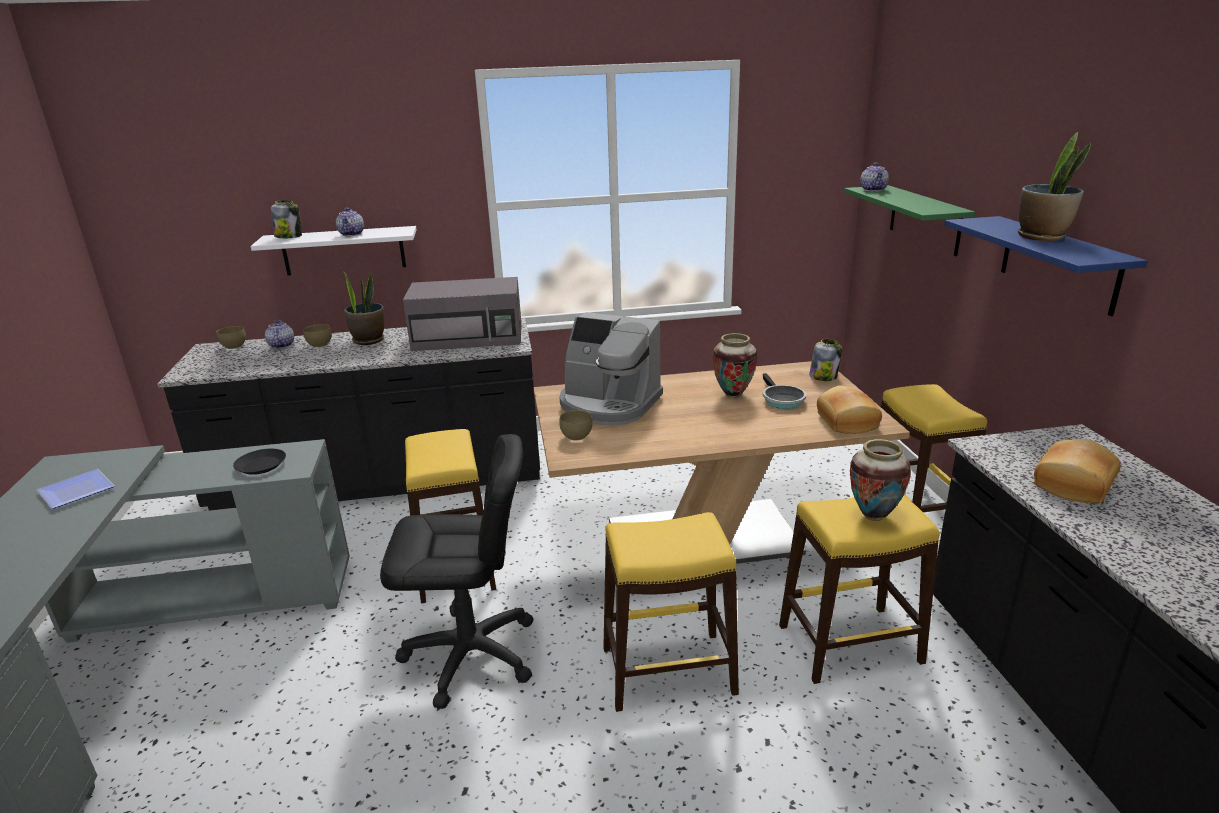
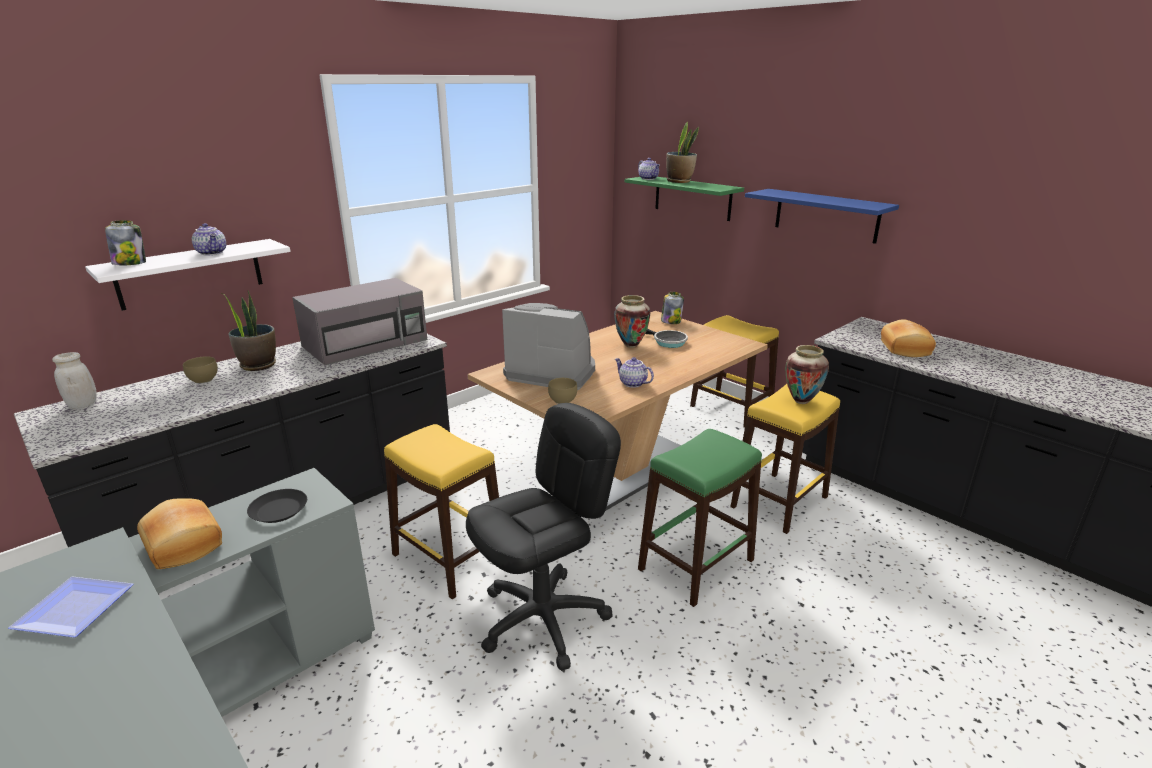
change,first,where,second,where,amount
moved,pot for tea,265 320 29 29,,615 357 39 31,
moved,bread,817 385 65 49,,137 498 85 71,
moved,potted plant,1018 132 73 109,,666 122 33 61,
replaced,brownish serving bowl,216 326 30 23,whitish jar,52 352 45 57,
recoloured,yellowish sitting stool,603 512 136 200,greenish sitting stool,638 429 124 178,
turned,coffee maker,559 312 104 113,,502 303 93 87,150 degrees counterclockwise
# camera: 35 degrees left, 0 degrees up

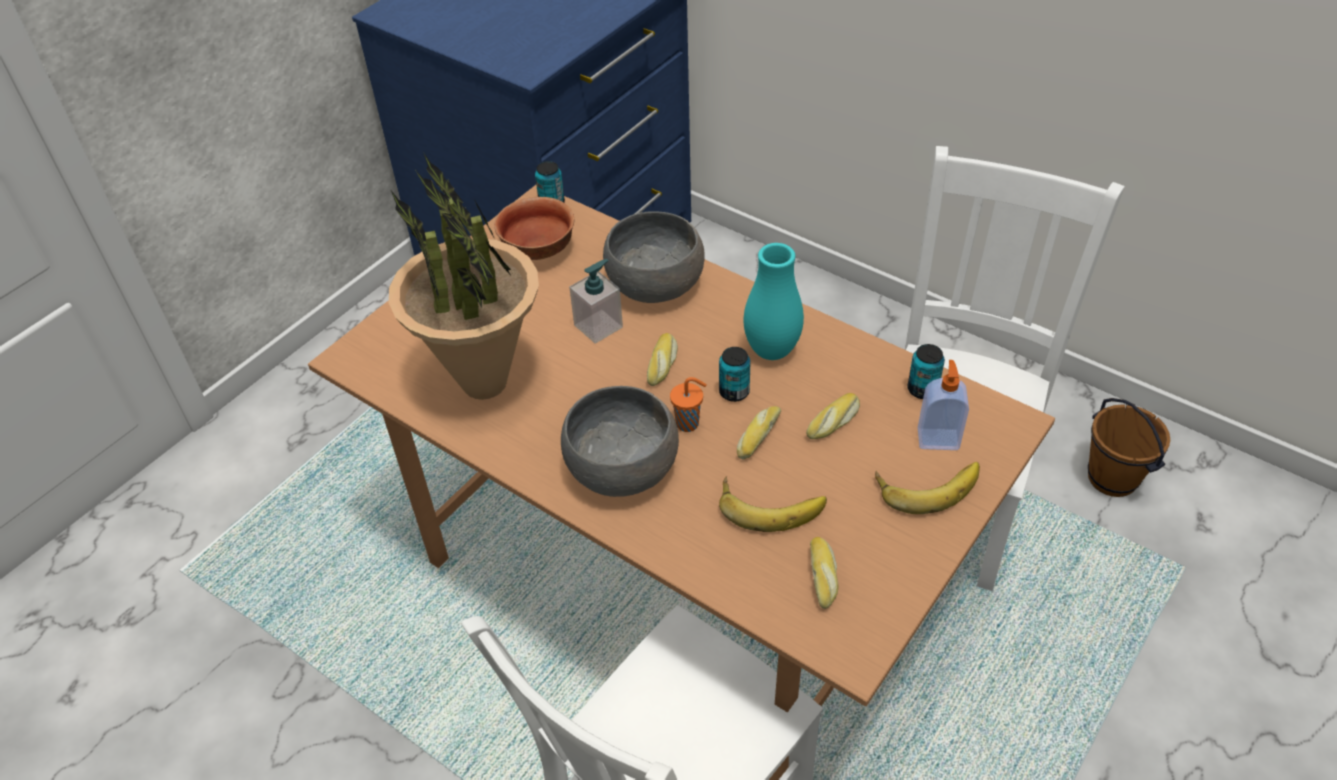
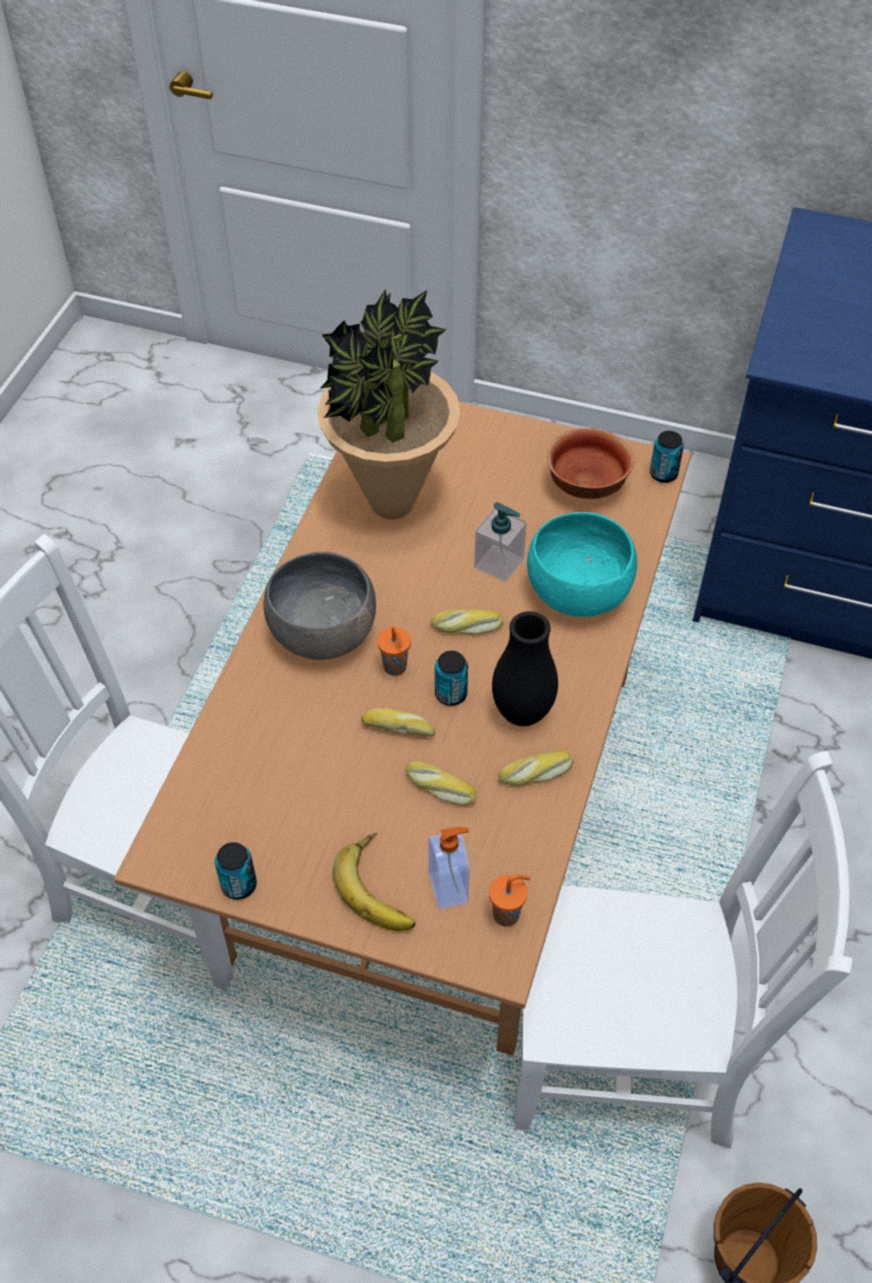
change,first,where,second,where,amount
removed,banana fruit,719 476 108 56,,,
added,,,orangey drinking cup,489 875 41 52,
moved,bread,810 537 28 72,,498 750 76 36,
moved,sealed can,907 344 38 55,,215 842 42 58,
recoloured,greyish serving bowl,603 212 102 91,turquoise serving bowl,527 512 110 105,
recoloured,turquoise vase,744 243 60 117,black-coloured vase,492 611 66 115,
# camera: 70 degrees right, 5 degrees up

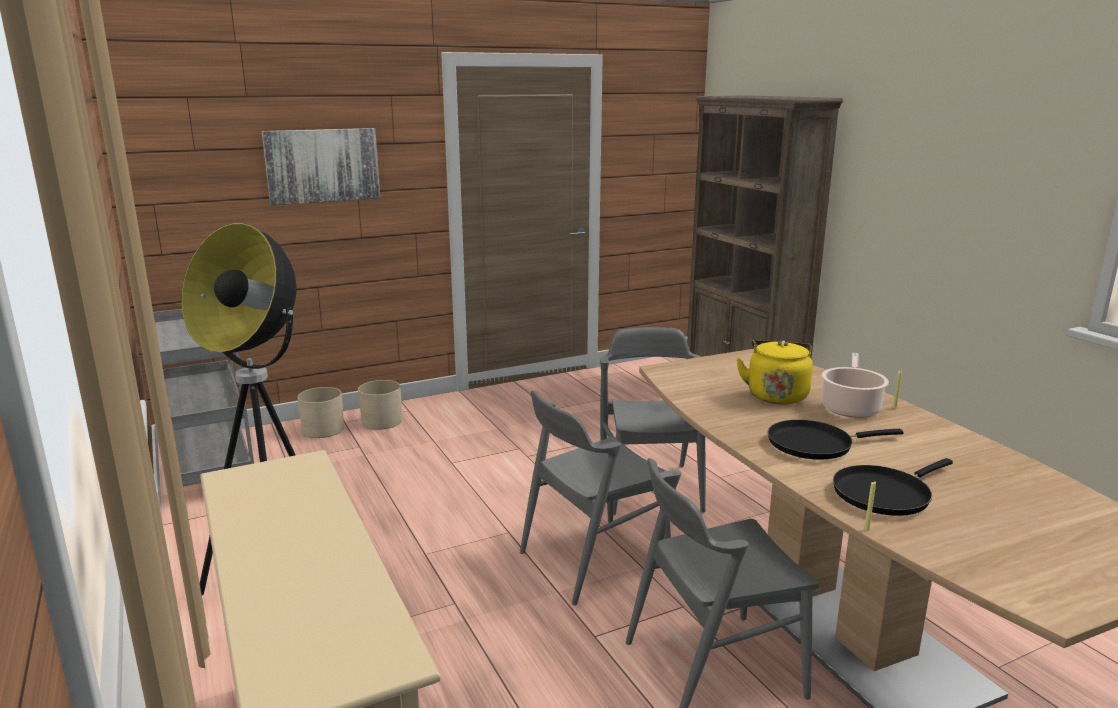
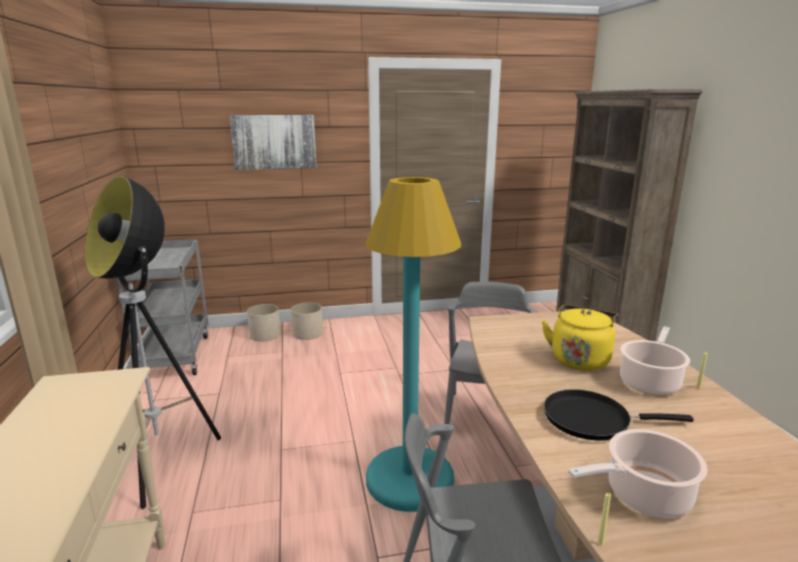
change,first,where,second,where,amount
replaced,greyish upright chair,520 391 151 214,turquoise standing lamp,366 177 95 335,
replaced,black-coloured skillet,833 458 120 58,saucepot,568 429 140 89,
# camera: 15 degrees right, 0 degrees up

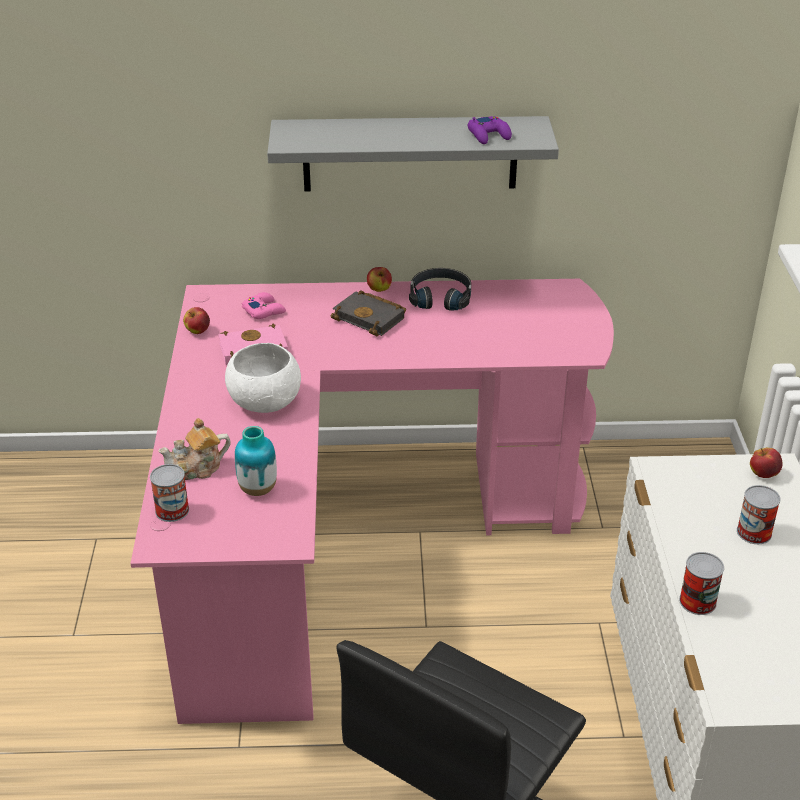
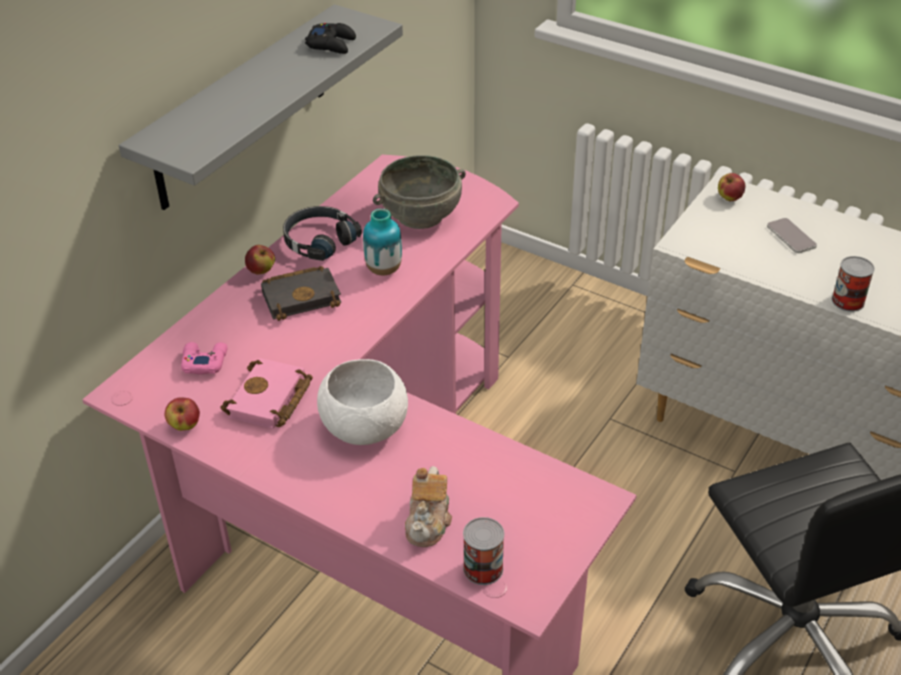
change,first,where,second,where,amount
added,,,greyish serving bowl,373 155 93 74,
moved,vase,235 426 42 70,,363 209 39 66,
replaced,sealed can,737 485 44 59,handset,767 218 50 35,
recoloured,purple-coloured game controller,468 116 44 28,black-coloured game controller,305 23 51 31,
# camera: 55 degrees left, 5 degrees up

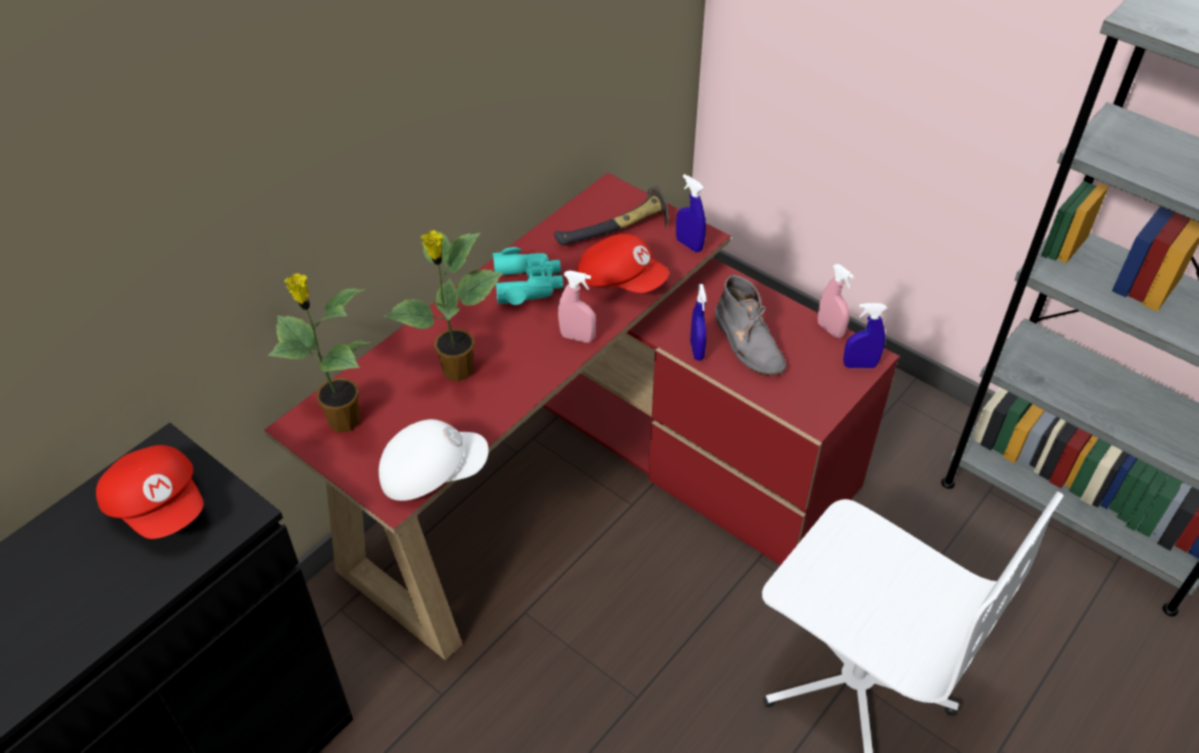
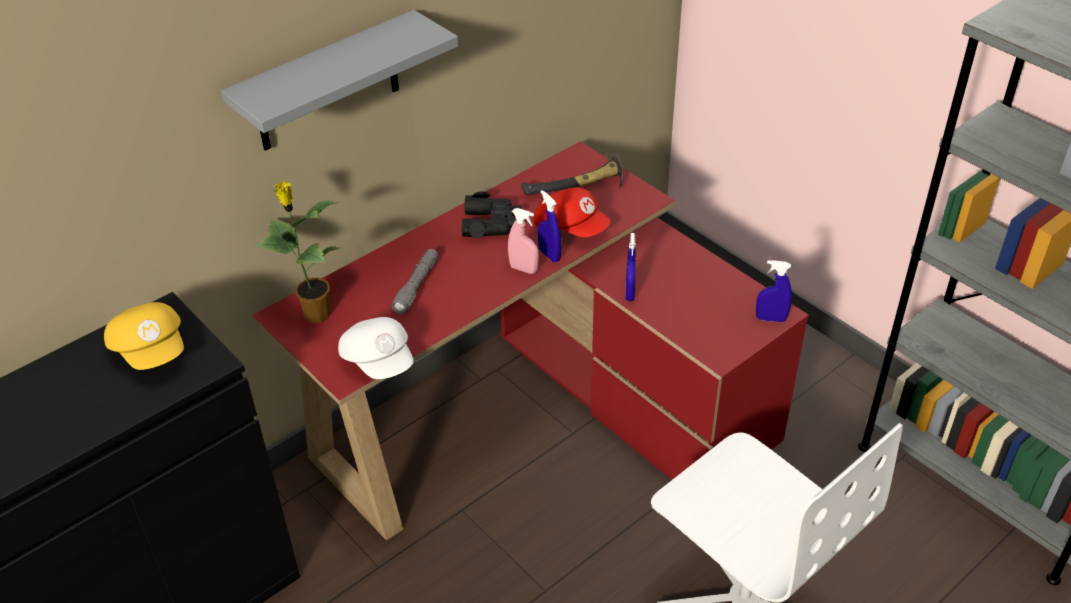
change,first,where,second,where,amount
removed,greyish boot,715 275 71 101,,,
removed,pink-coloured hand sprayer,818 264 37 74,,,
added,,,greyish shelf,221 10 237 141,
moved,blue hand sprayer,676 174 30 78,,538 190 23 72,
replaced,potted plant,384 230 119 152,greyish hand torch,391 249 47 65,
recoloured,red peaked cap,96 445 108 94,yellowish peaked cap,104 302 80 68,
recoloured,turquoise field glasses,493 247 70 58,black-coloured field glasses,461 191 60 47,
turned,whitish peaked cap,379 419 110 82,,338 317 76 62,60 degrees clockwise
# camera: 10 degrees right, 5 degrees down

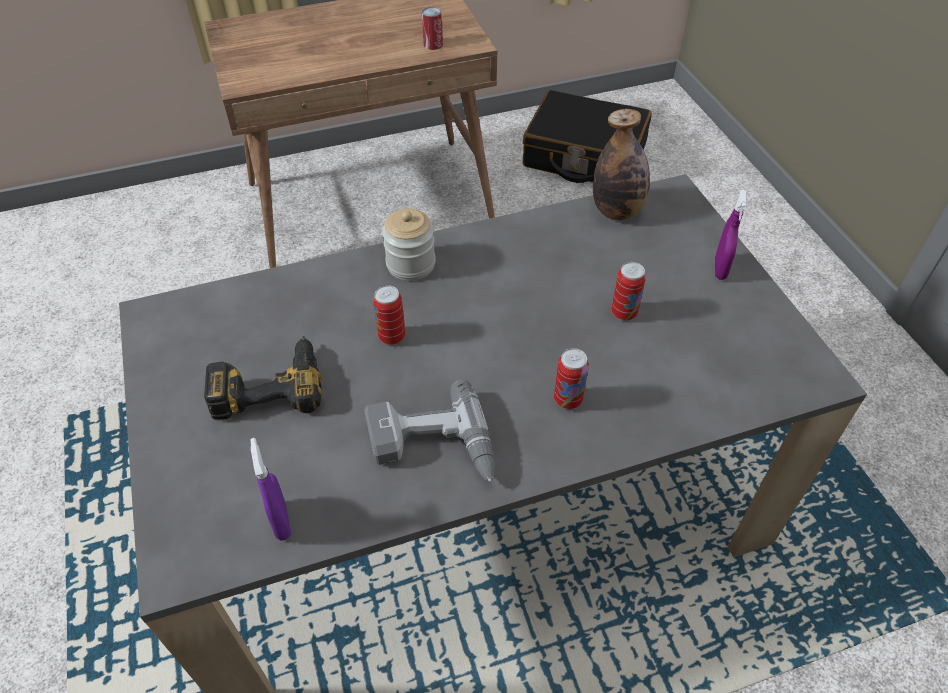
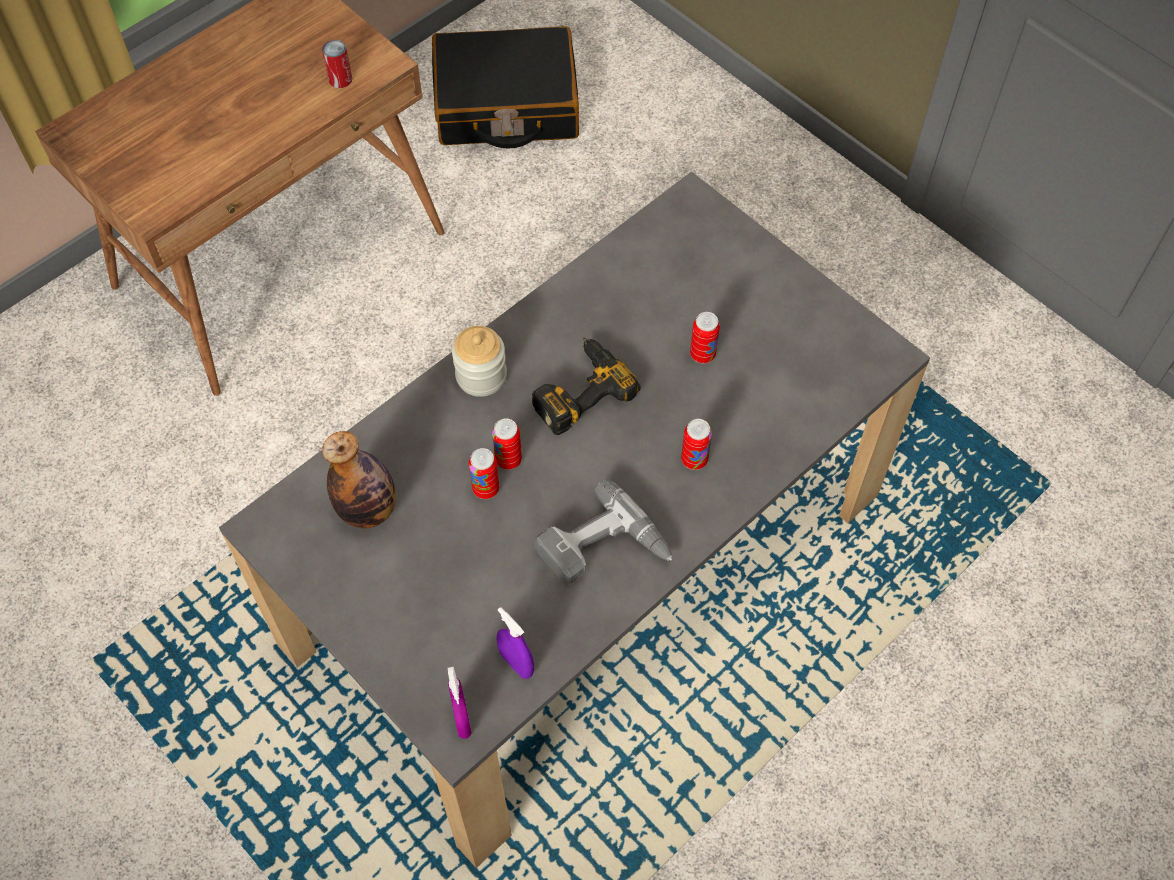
change,first,where,second,where,amount
added,,,sealed can,469 448 30 51,
moved,electric drill,204 336 118 84,,532 337 108 98,
moved,drink bottle,593 109 57 111,,322 431 74 98,
moved,purple-coloured hand sprayer,715 190 32 90,,448 667 24 72,
# camera: 25 degrees left, 10 degrees up

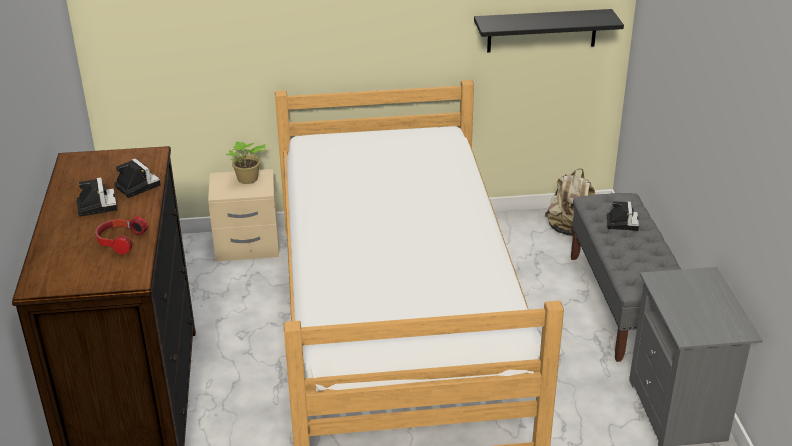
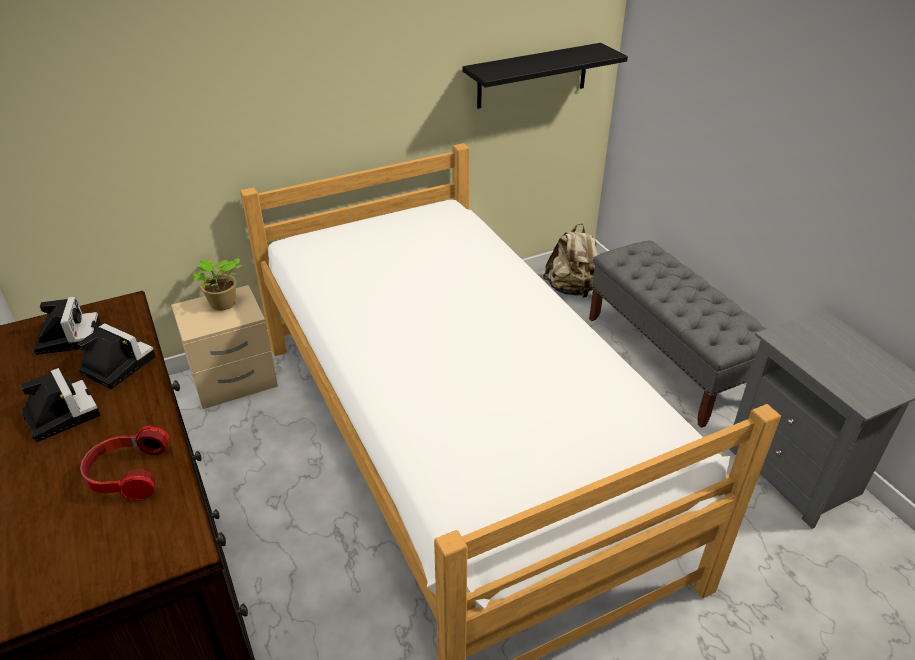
change,first,where,second,where,amount
moved,photo camera,606 201 33 30,,34 297 66 58,
# camera: 20 degrees left, 5 degrees up

